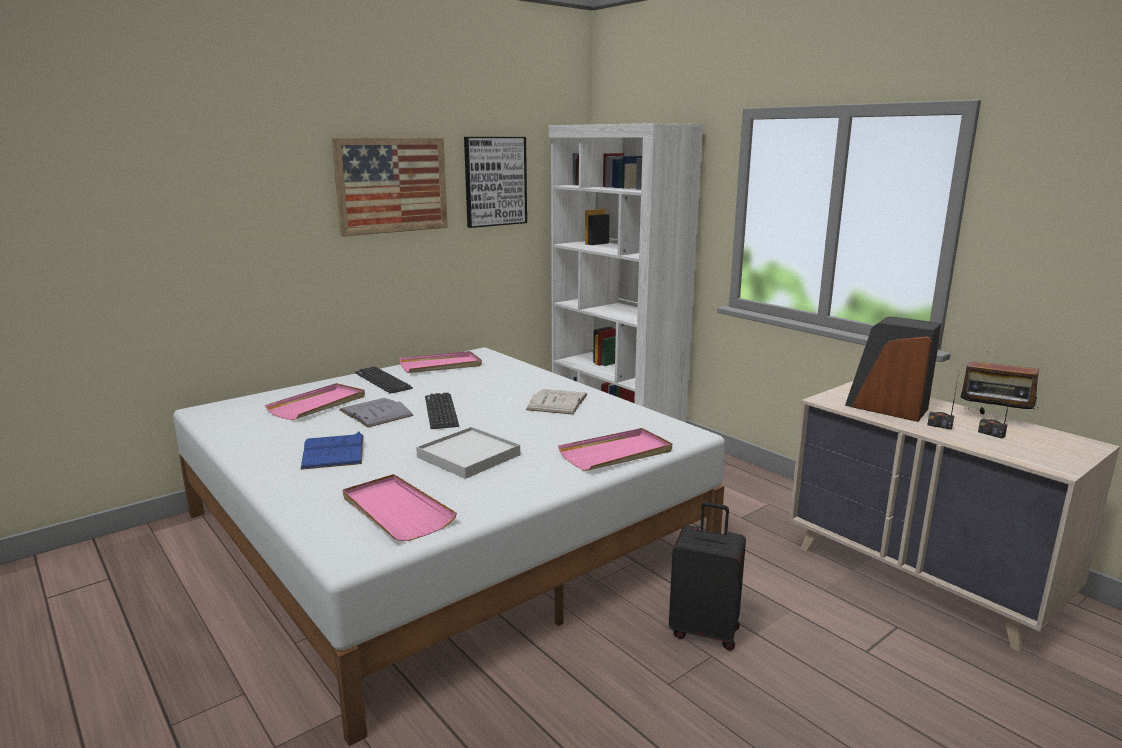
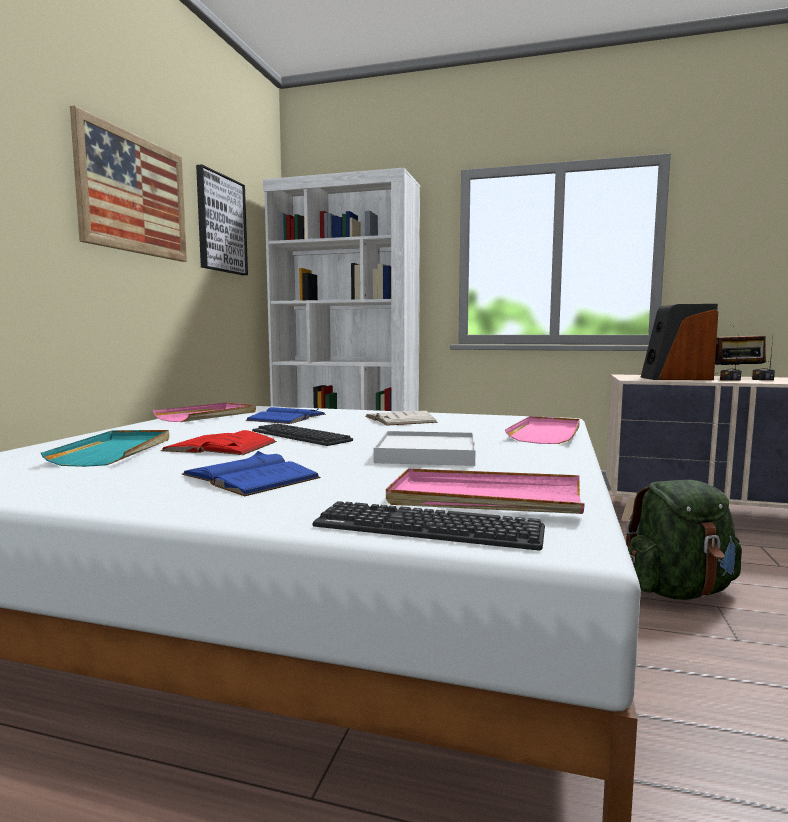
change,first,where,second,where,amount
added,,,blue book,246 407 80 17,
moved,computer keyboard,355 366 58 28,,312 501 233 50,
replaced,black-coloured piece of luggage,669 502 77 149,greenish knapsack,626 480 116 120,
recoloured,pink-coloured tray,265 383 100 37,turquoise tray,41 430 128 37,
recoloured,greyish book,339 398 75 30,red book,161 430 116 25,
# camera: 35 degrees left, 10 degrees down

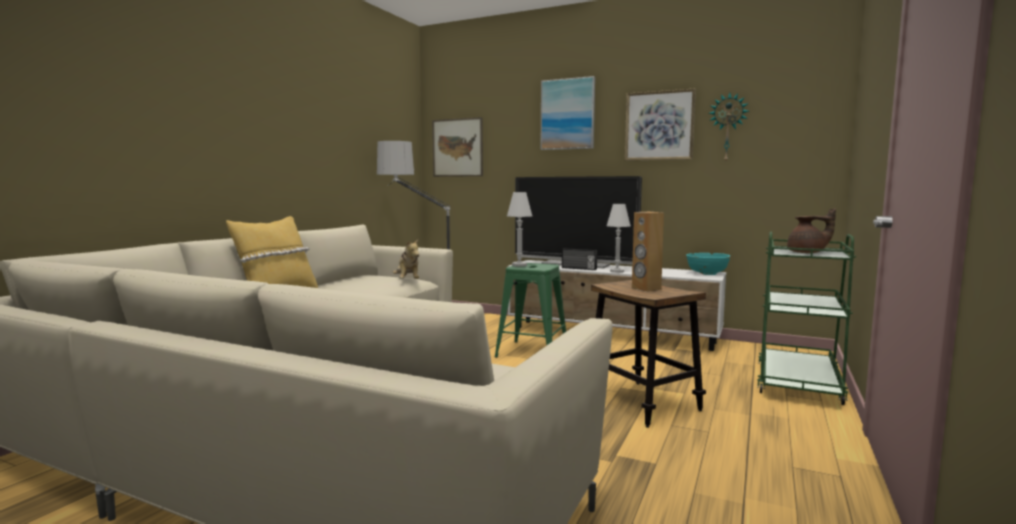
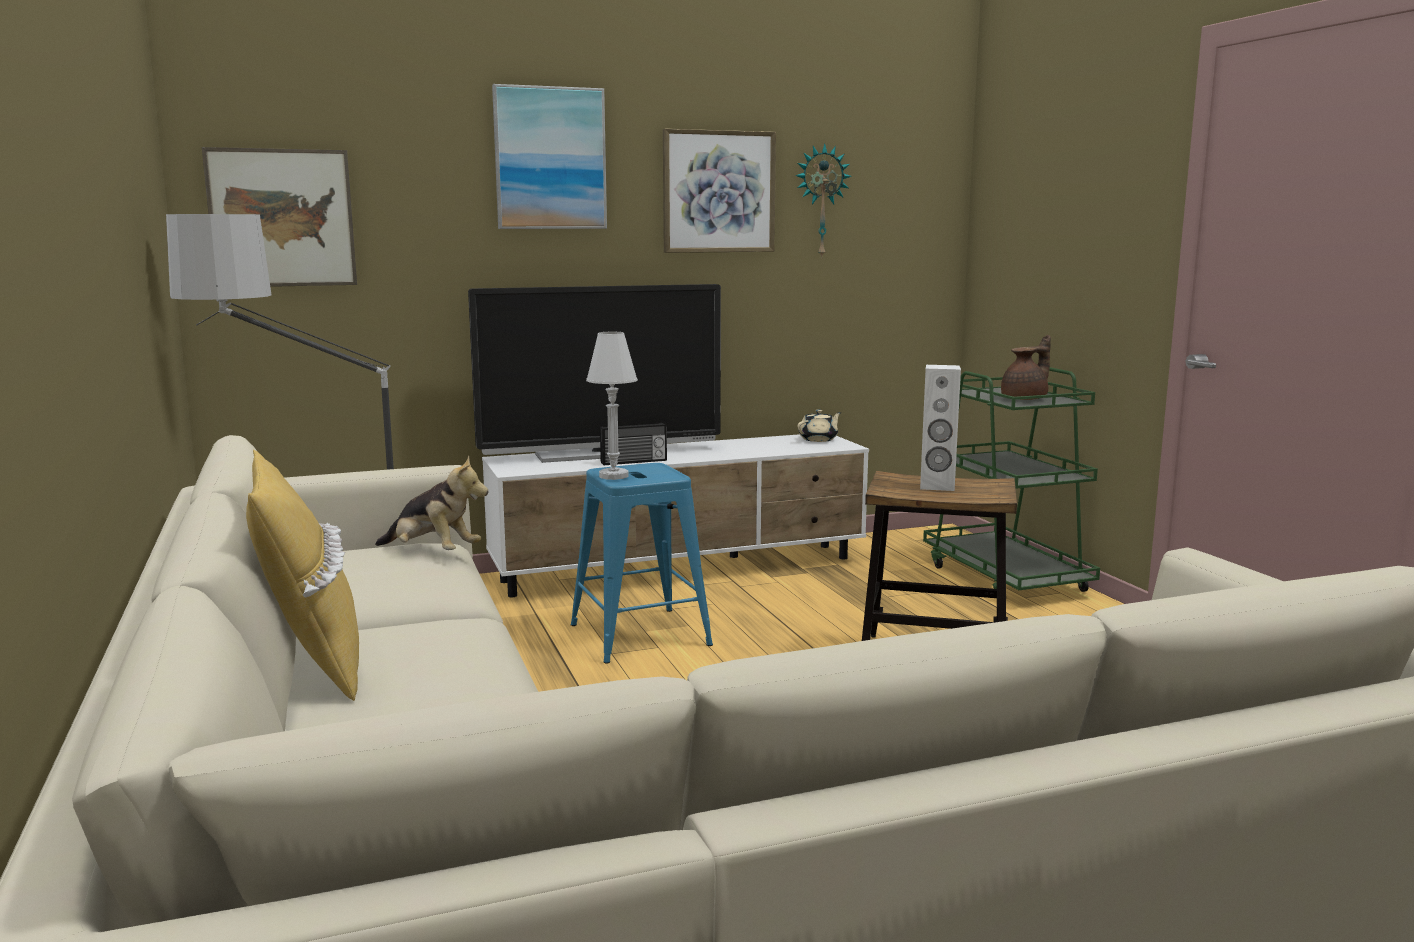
change,first,where,second,where,amount
removed,whitish lamp for a table,606 204 25 69,,,
replaced,turquoise serving bowl,686 253 44 22,sand-coloured pot for tea,798 409 43 33,
recoloured,greenish sitting stool,495 263 71 95,blue sitting stool,571 463 142 201,
recoloured,brownish loudspeaker,632 212 32 80,whitish loudspeaker,920 365 41 126,
# camera: 45 degrees left, 5 degrees up

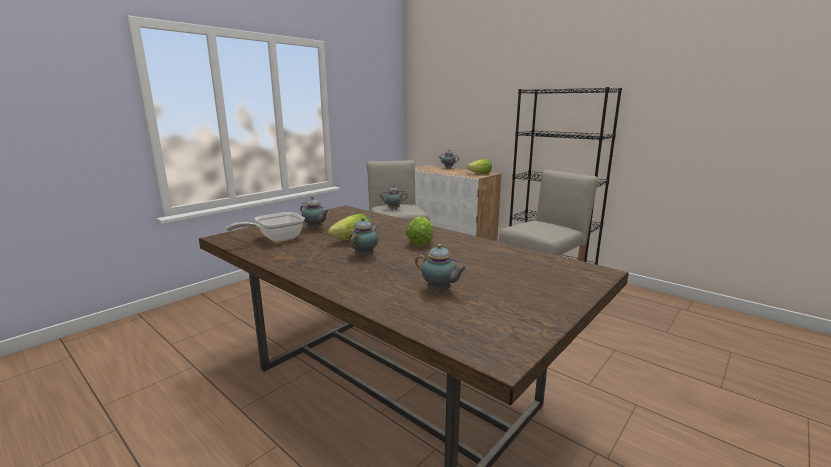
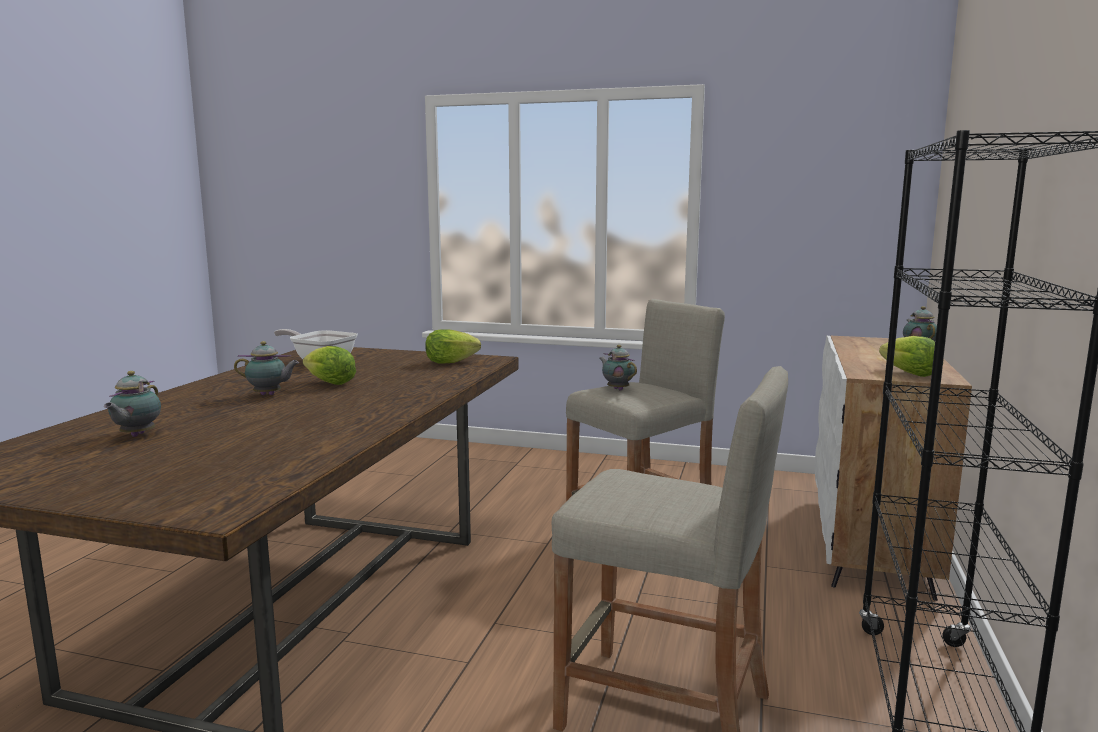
change,first,where,second,where,amount
removed,pot for tea,300 196 29 33,,,
moved,lettuce head,406 217 27 29,,425 329 56 34,
# camera: 65 degrees right, 5 degrees down

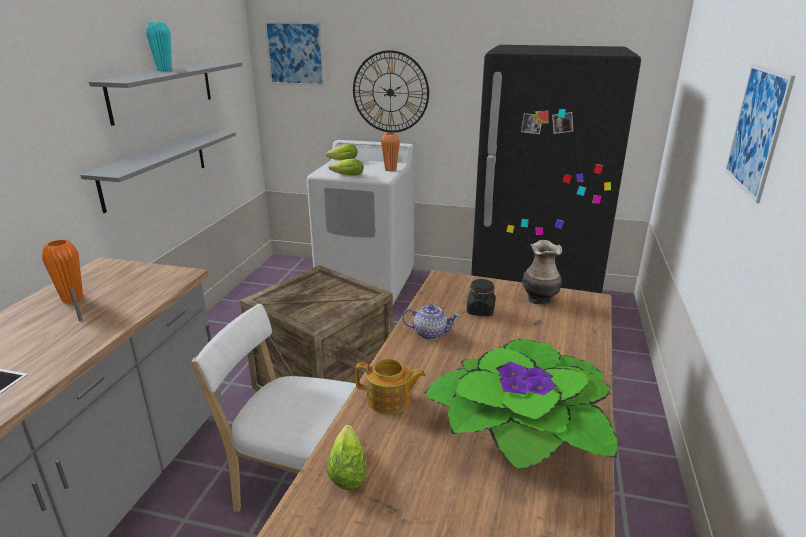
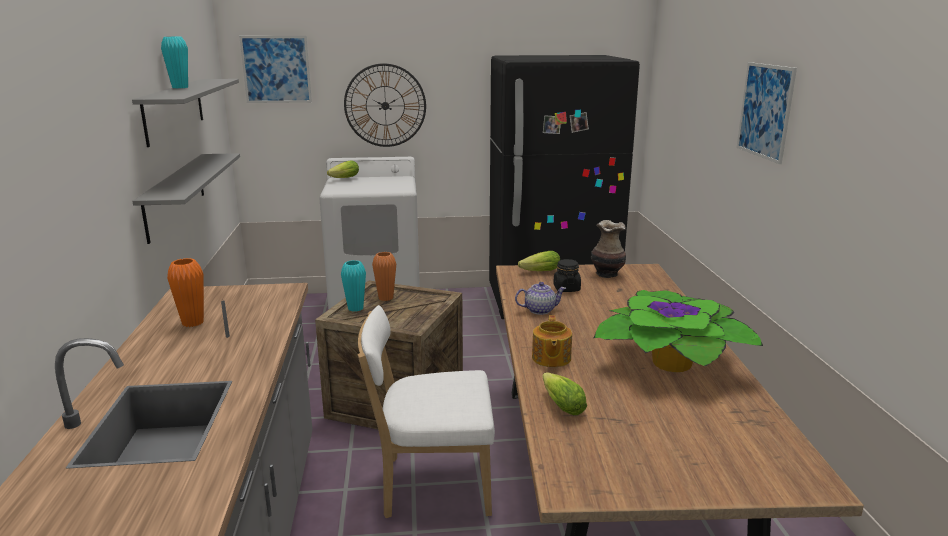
change,first,where,second,where,amount
added,,,turquoise vase,341 260 25 52,
moved,lettuce head,329 159 34 16,,518 251 42 20,
moved,orangey vase,381 133 19 39,,372 252 24 49,
turned,pot for tea,355 359 70 55,,532 315 40 52,105 degrees clockwise
# camera: 20 degrees left, 5 degrees down

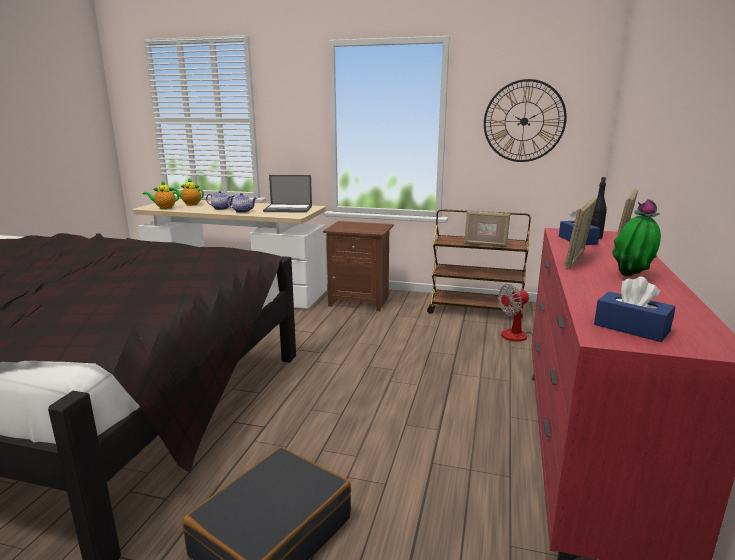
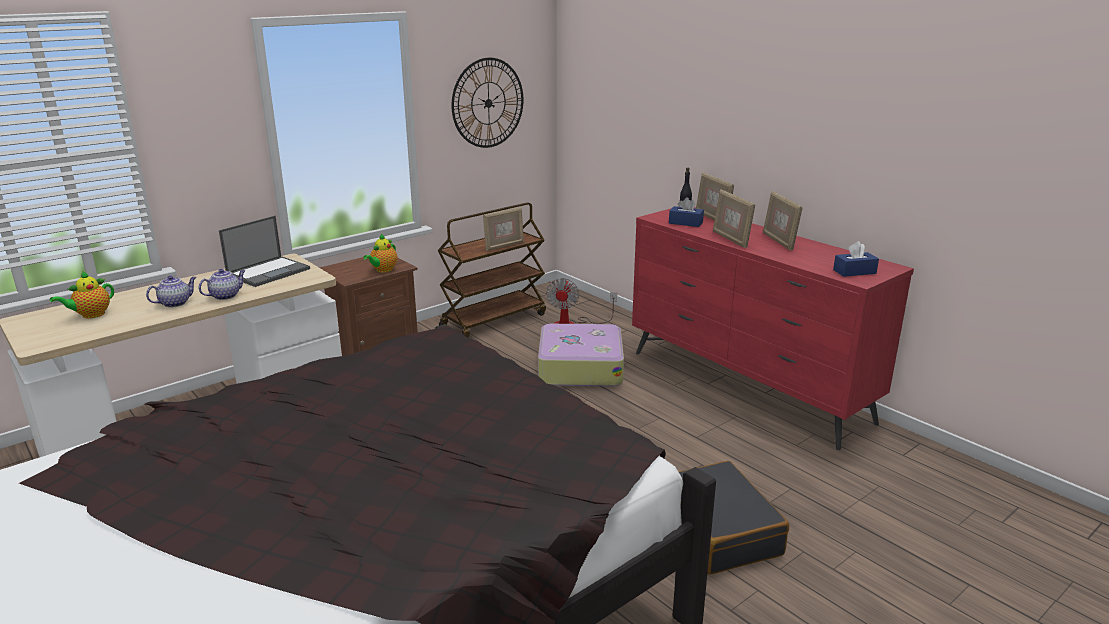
change,first,where,second,where,amount
added,,,piece of luggage,538 324 86 63,
moved,pot for tea,143 181 36 28,,363 234 35 39,
replaced,potted plant,612 199 49 77,standing frame,763 191 40 60,
# camera: 55 degrees left, 5 degrees up

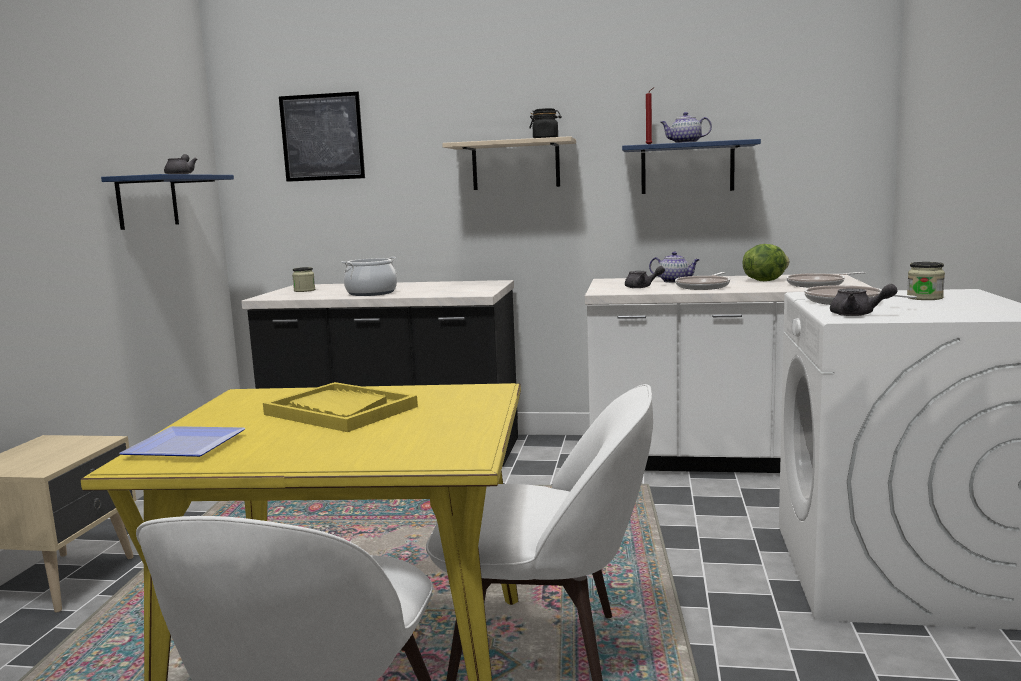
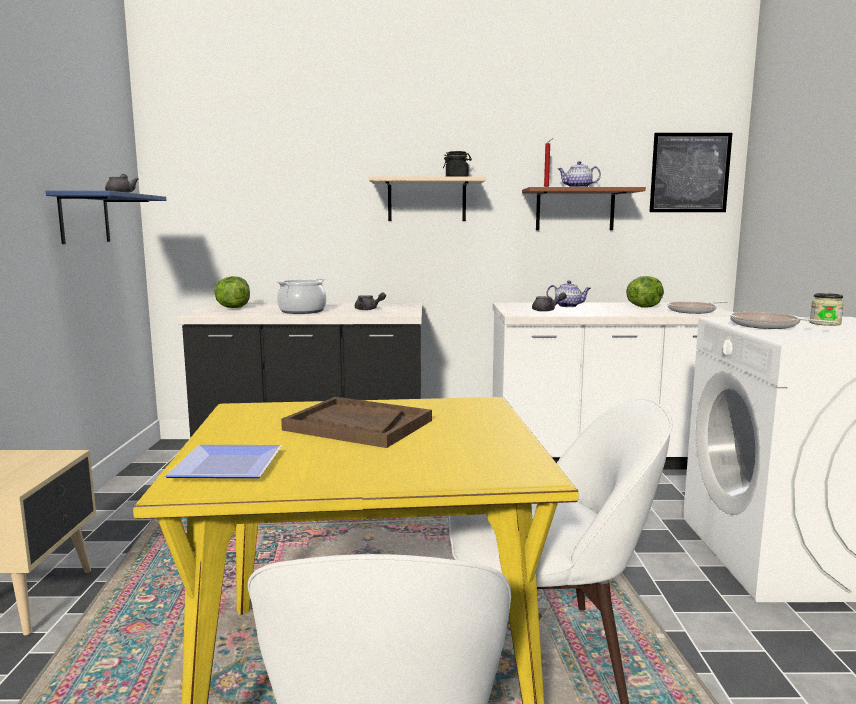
change,first,where,second,where,amount
removed,skillet,675 272 55 18,,,
moved,wall art,279 92 86 90,,649 133 83 79,
moved,greyish pot for tea,830 284 68 32,,355 292 31 18,
replaced,jar,292 267 23 25,lettuce head,214 276 36 32,
recoloured,yellowish tray,263 382 155 50,brownish tray,281 397 151 51,
recoloured,blue shelf,622 139 139 55,brownish shelf,522 187 124 43,
# camera: 10 degrees left, 0 degrees up

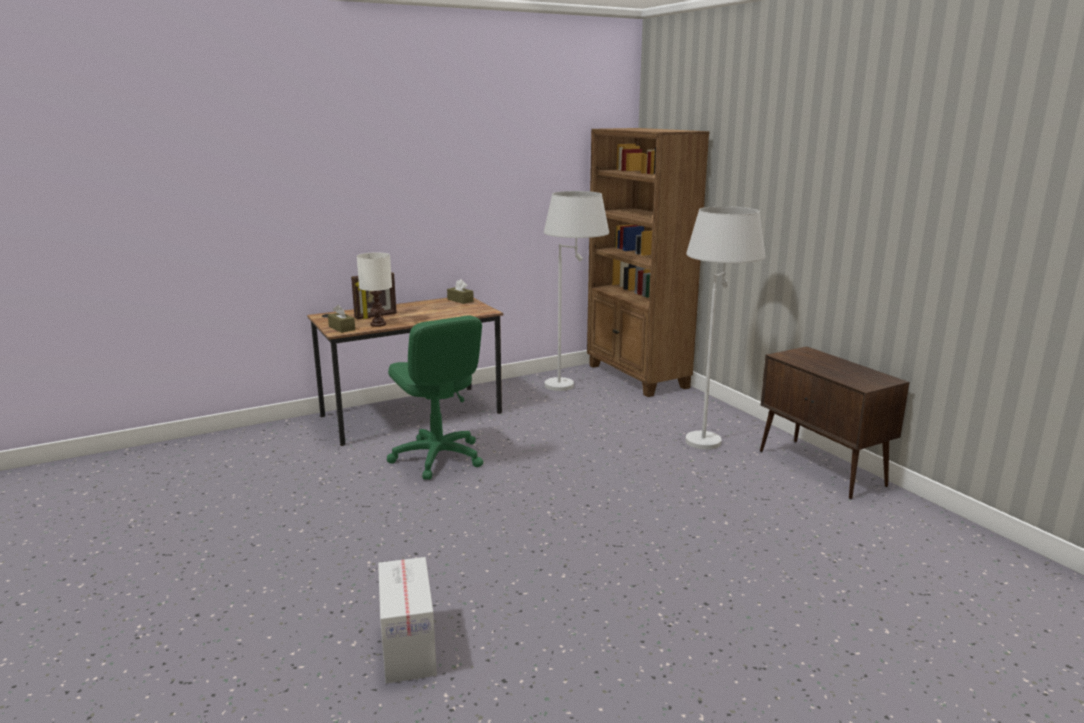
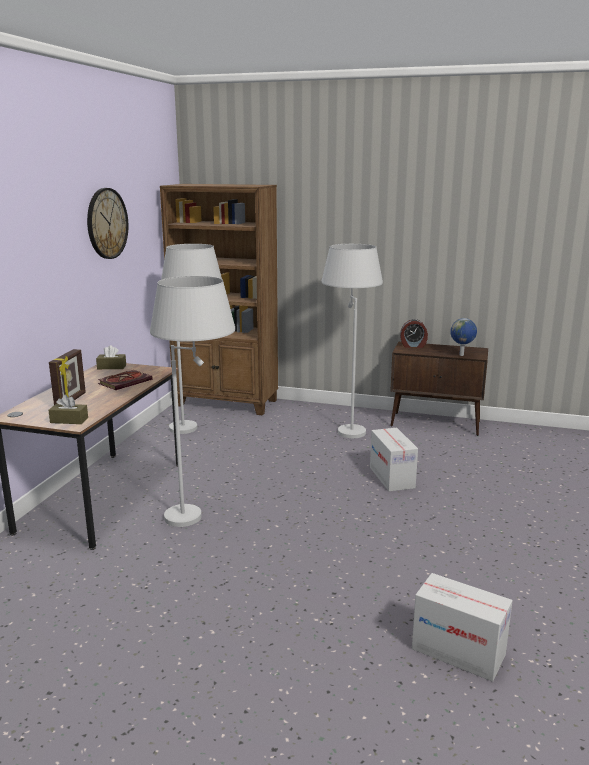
change,first,where,second,where,amount
removed,whitish lamp for a table,357 252 35 75,,,
added,,,wall clock,87 188 41 71,
added,,,book,98 370 55 20,
added,,,packing box,370 428 48 63,
added,,,bedside clock,400 319 28 29,
added,,,desk globe,450 318 27 38,
replaced,greenish office chair,387 316 96 164,whitish standing lamp,150 276 85 251,
# camera: 45 degrees left, 0 degrees up

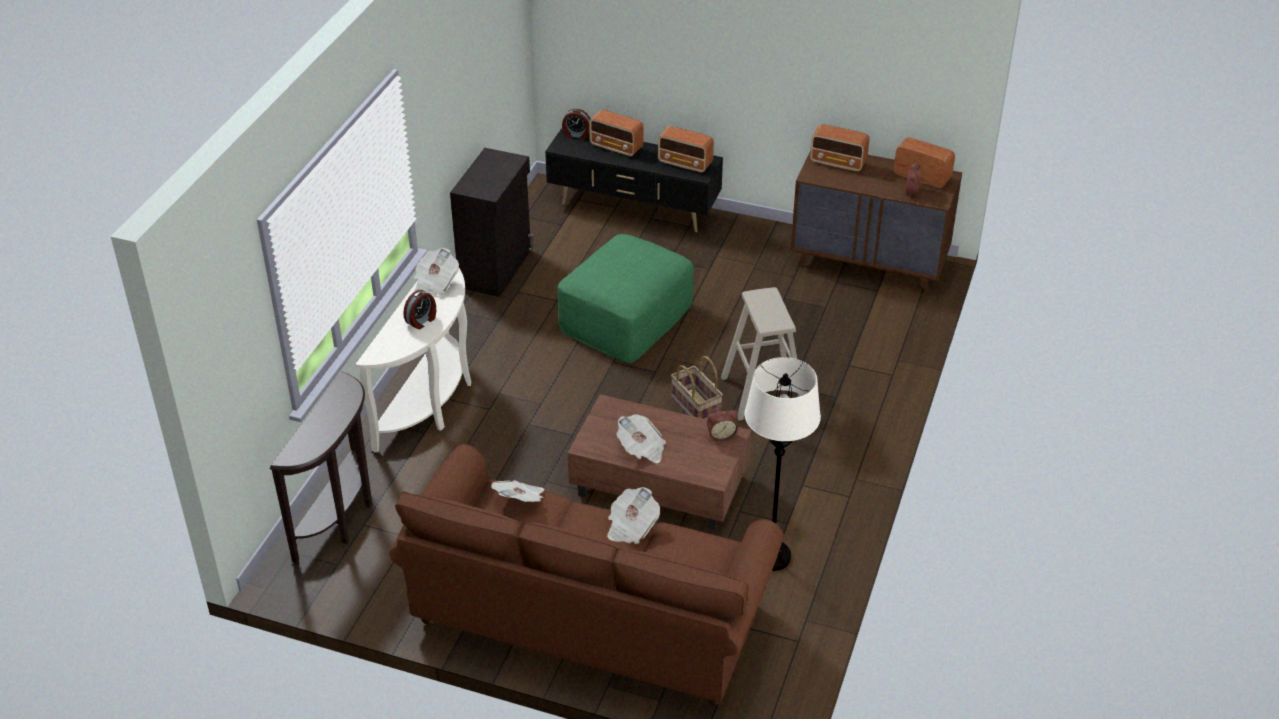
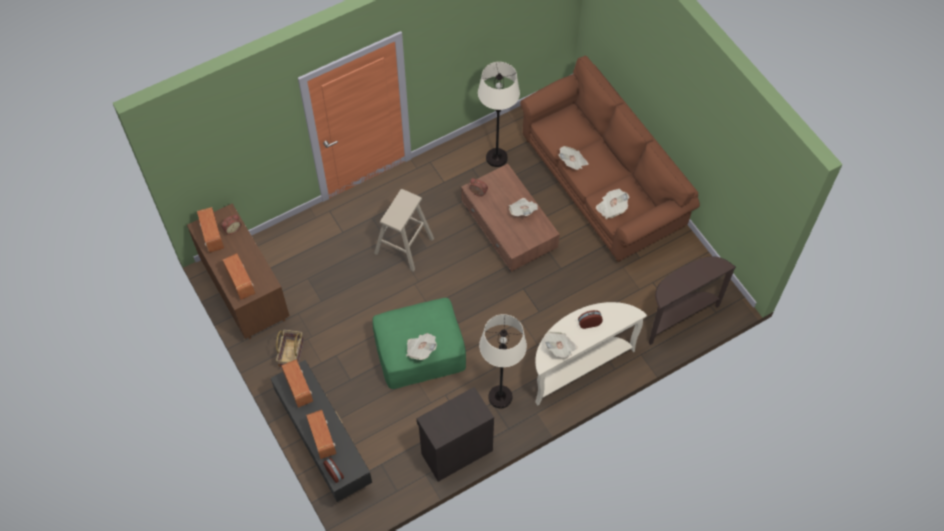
change,first,where,second,where,amount
added,,,printed paper,406 333 31 27,
added,,,whitish standing lamp,479 314 48 94,
moved,household basket,671 356 52 64,,276 329 28 40,
# camera: 140 degrees left, 20 degrees up

